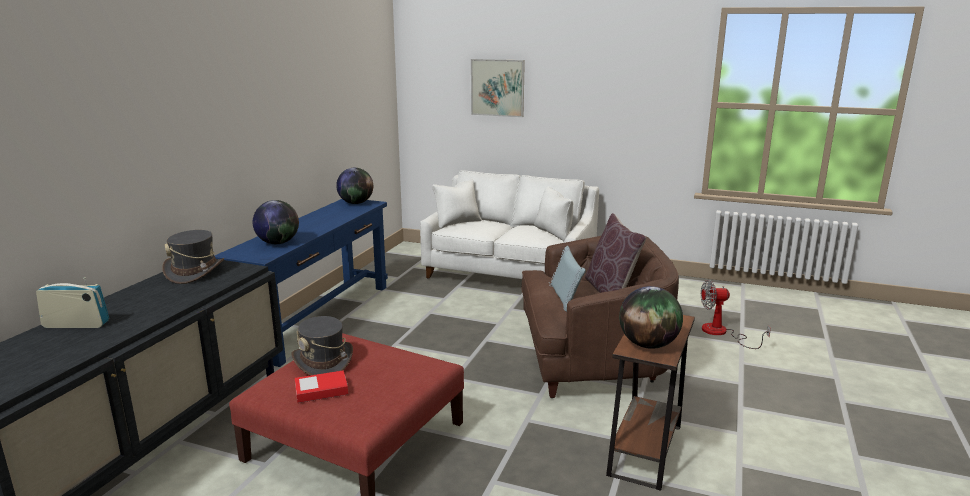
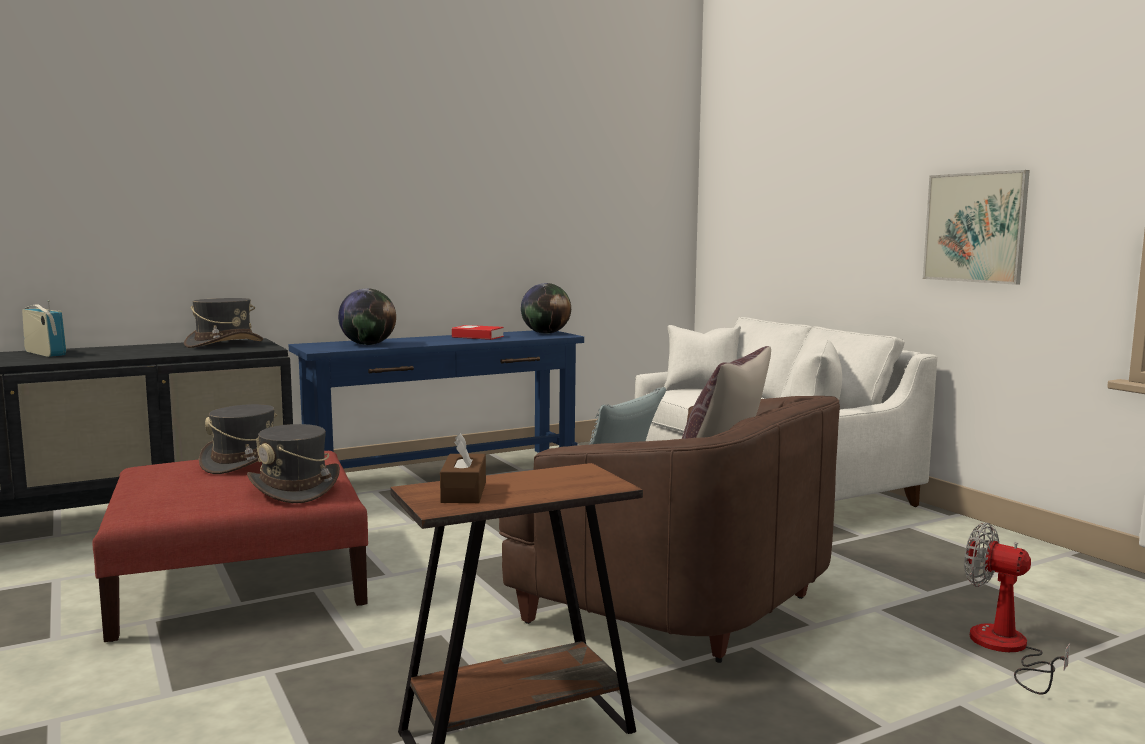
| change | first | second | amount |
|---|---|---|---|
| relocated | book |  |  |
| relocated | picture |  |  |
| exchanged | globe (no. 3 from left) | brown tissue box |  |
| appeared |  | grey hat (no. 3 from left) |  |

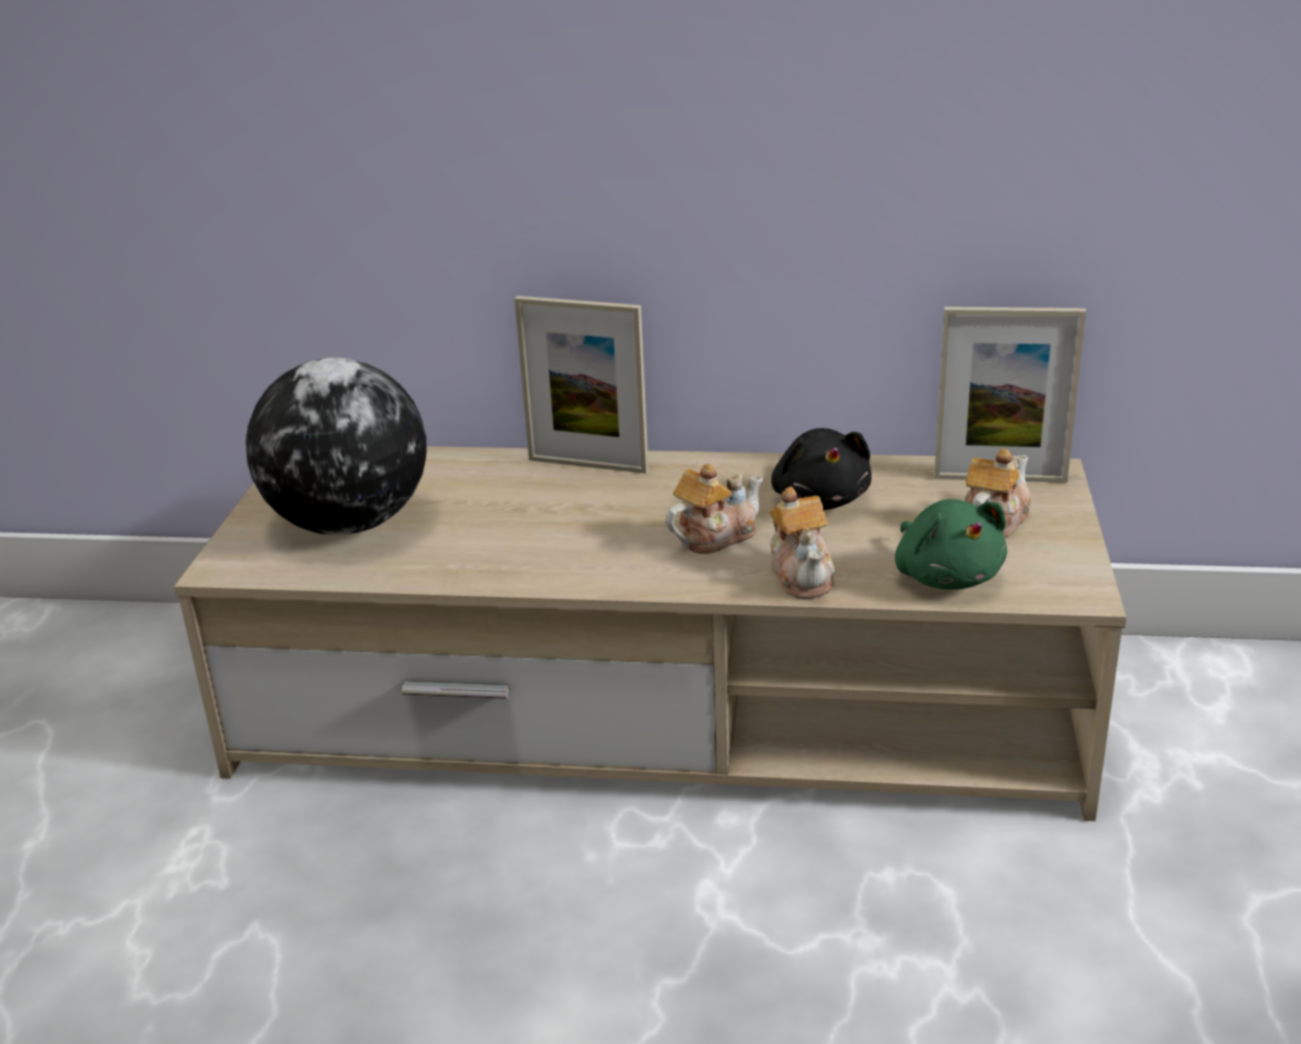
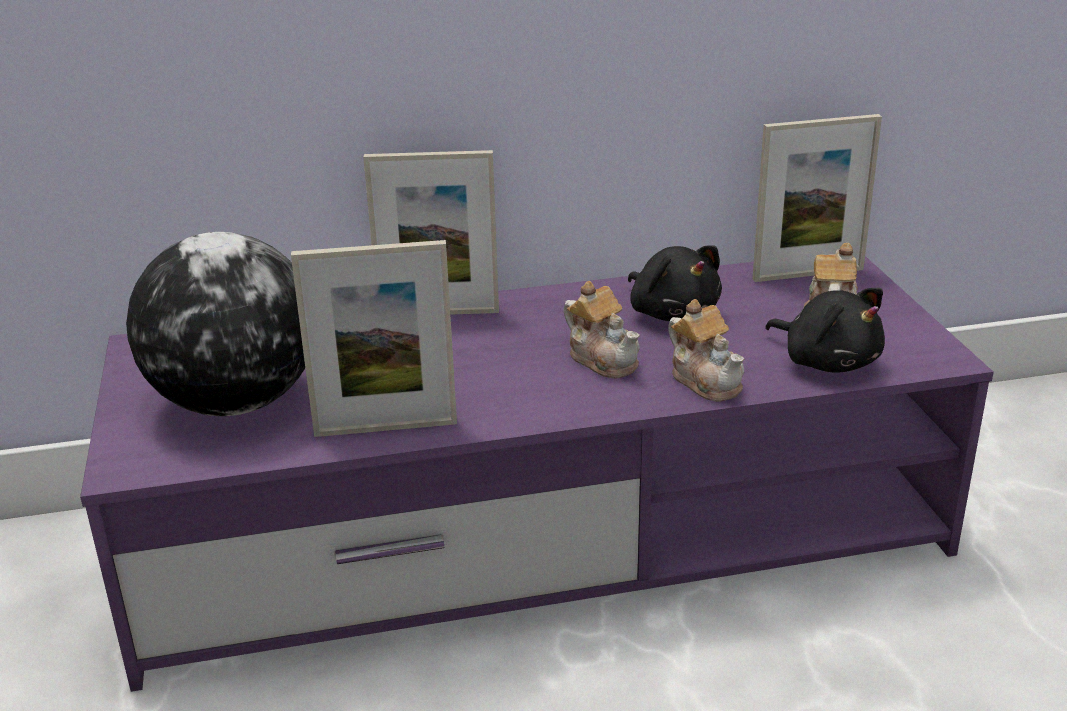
| change | first | second | amount |
|---|---|---|---|
| colour | beige tv stand | purple tv stand |  |
| spun | teapot (no. 1 from left) |  | 105 degrees clockwise |
| colour | green plush toy | black plush toy (no. 2 from left) |  |
| appeared |  | picture frame (no. 1 from left) |  |

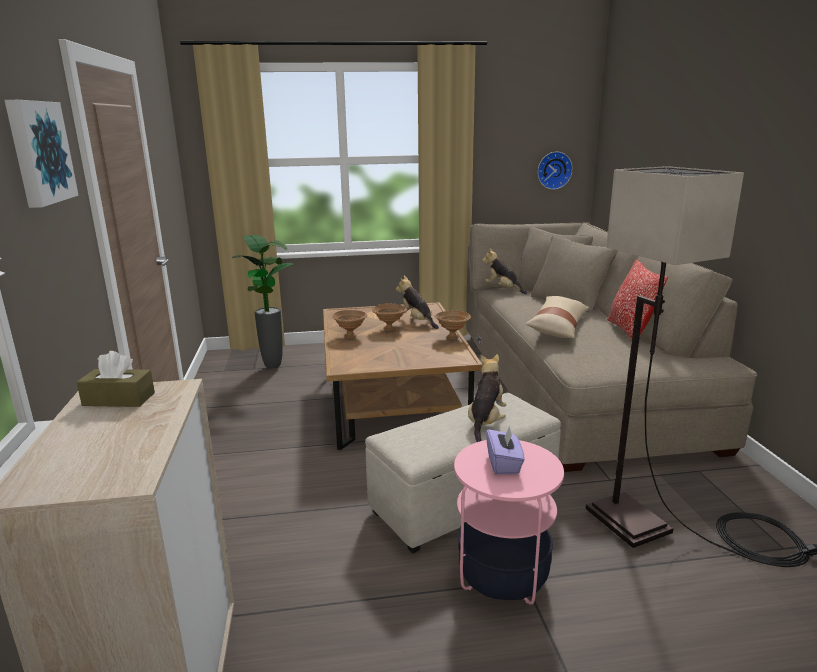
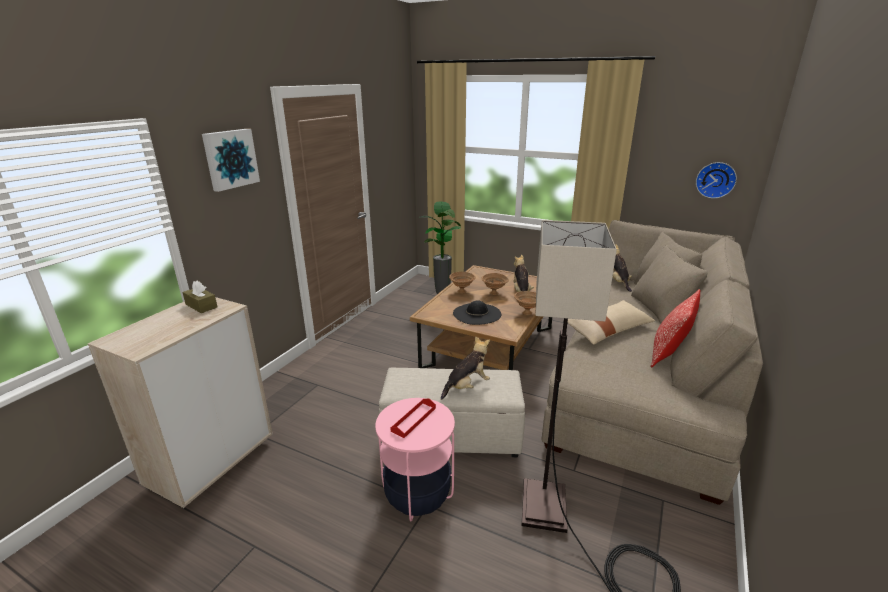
| change | first | second | amount |
|---|---|---|---|
| exchanged | purple tissue box | red tray |  |
| appeared |  | black hat |  |

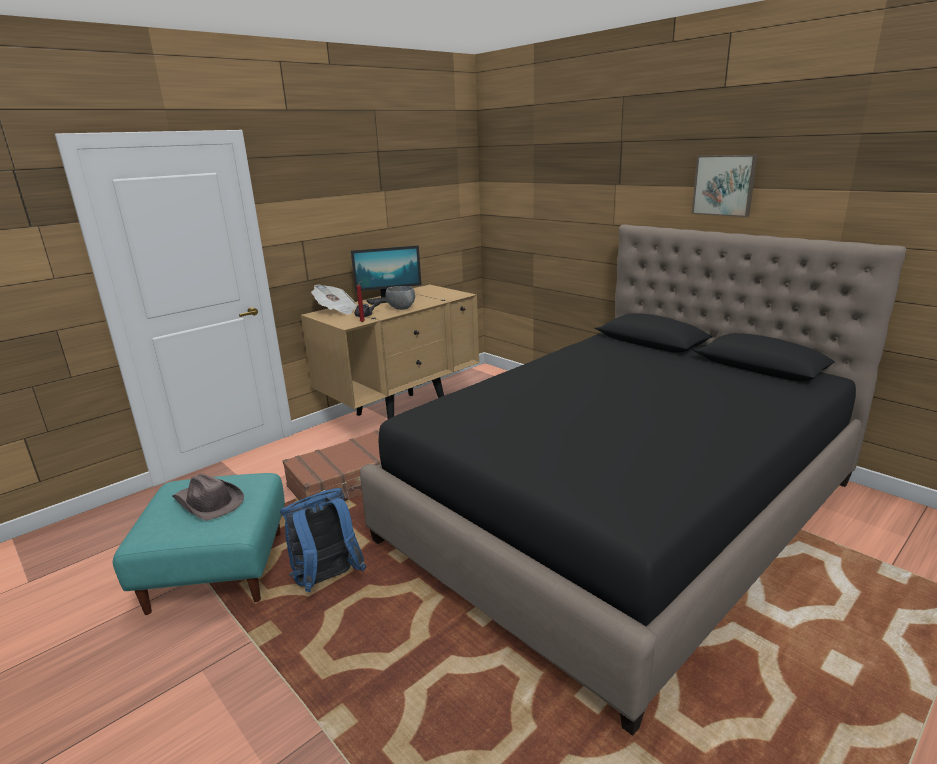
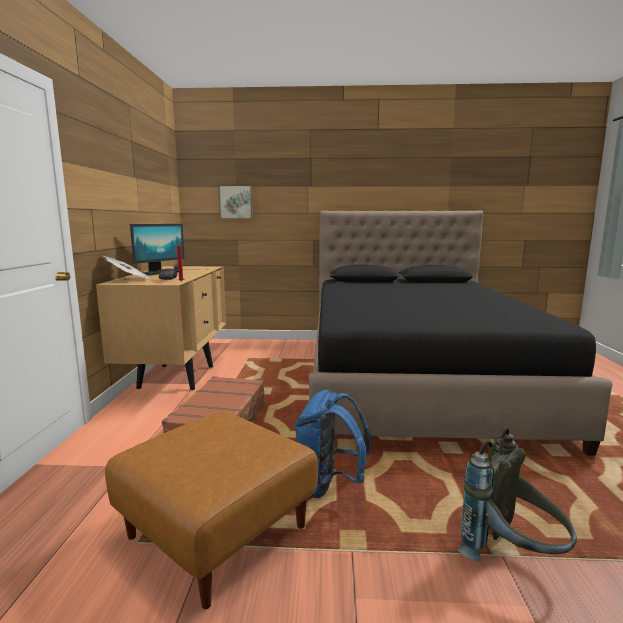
| change | first | second | amount |
|---|---|---|---|
| colour | turquoise ottoman | brown ottoman |  |
| missing | brown hat |  |  |
| missing | grey bowl |  |  |
| relocated | picture |  |  |
| appeared |  | grey backpack |  |

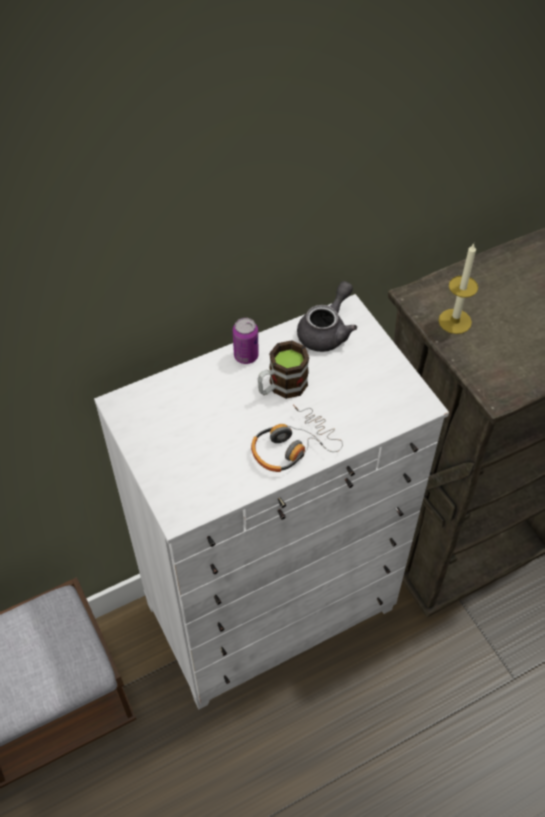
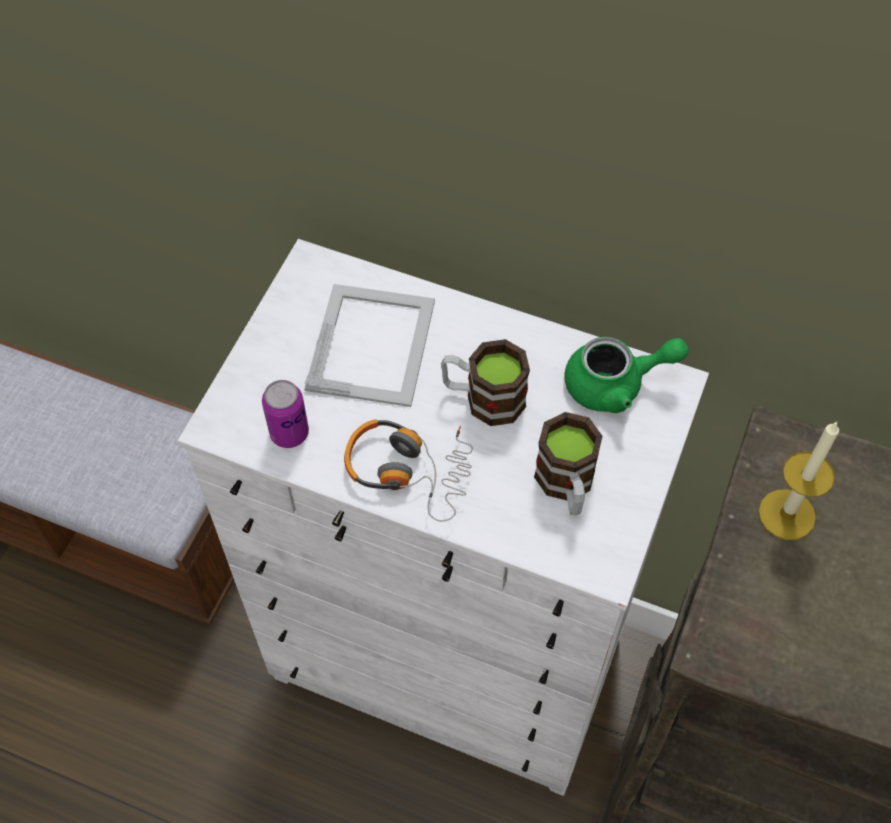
| change | first | second | amount |
|---|---|---|---|
| relocated | can |  |  |
| colour | grey teapot | green teapot |  |
| appeared |  | picture frame |  |
| appeared |  | mug (no. 2 from left) |  |

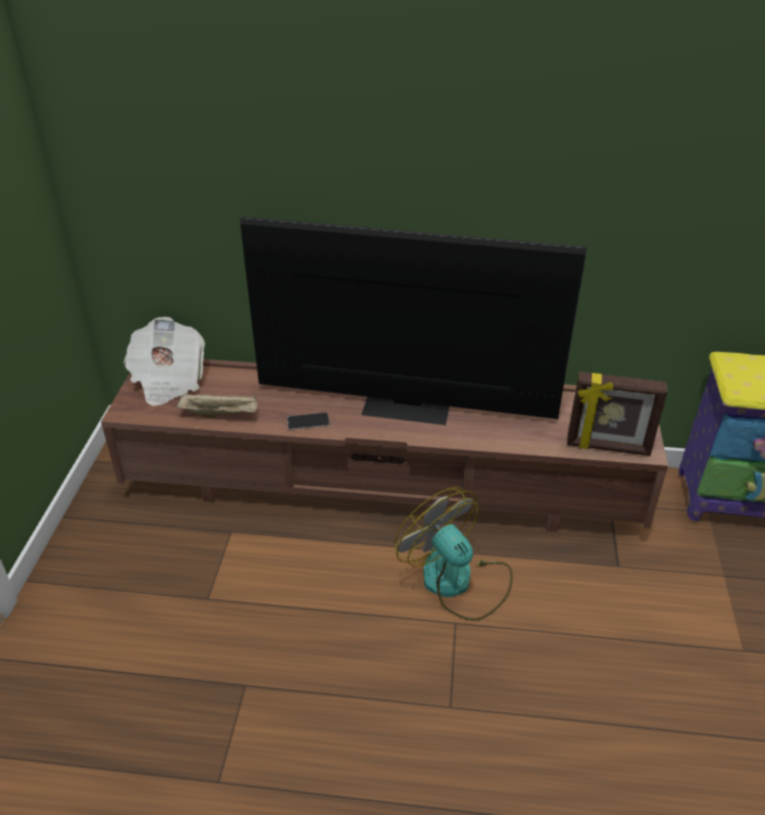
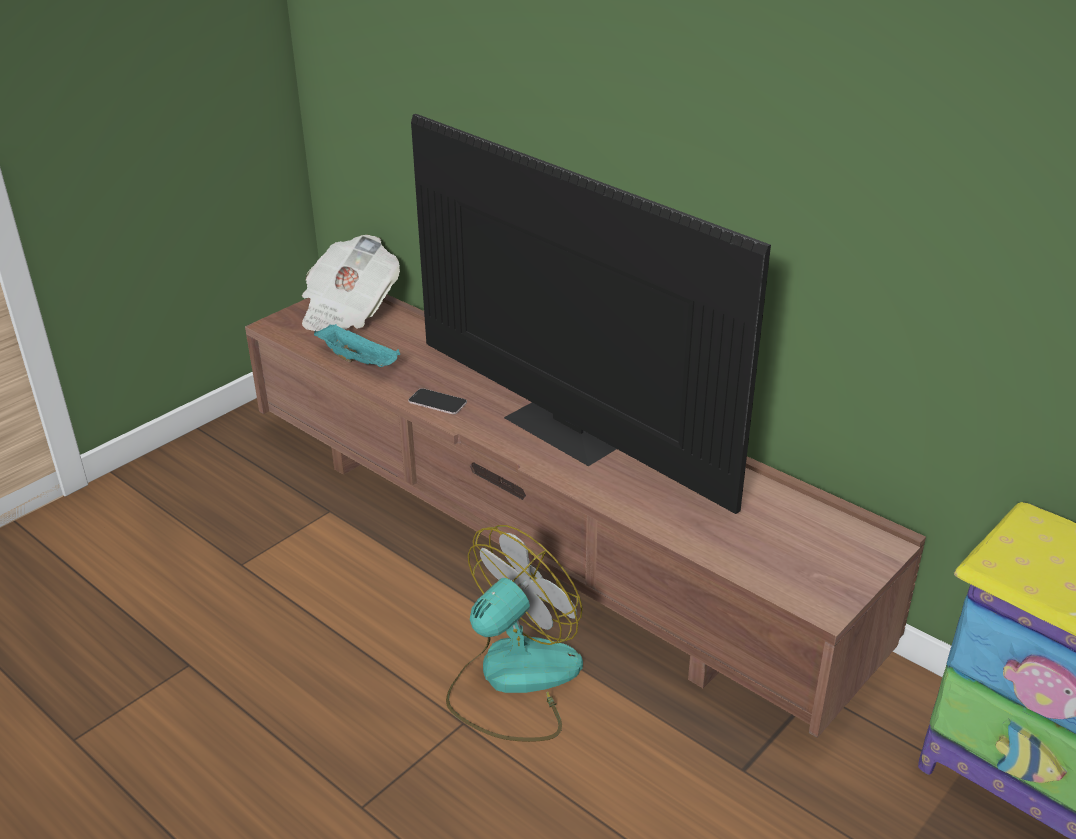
| change | first | second | amount |
|---|---|---|---|
| colour | beige tray | turquoise tray |  |
| spun | fan |  | 45 degrees clockwise |
| missing | picture frame |  |  |

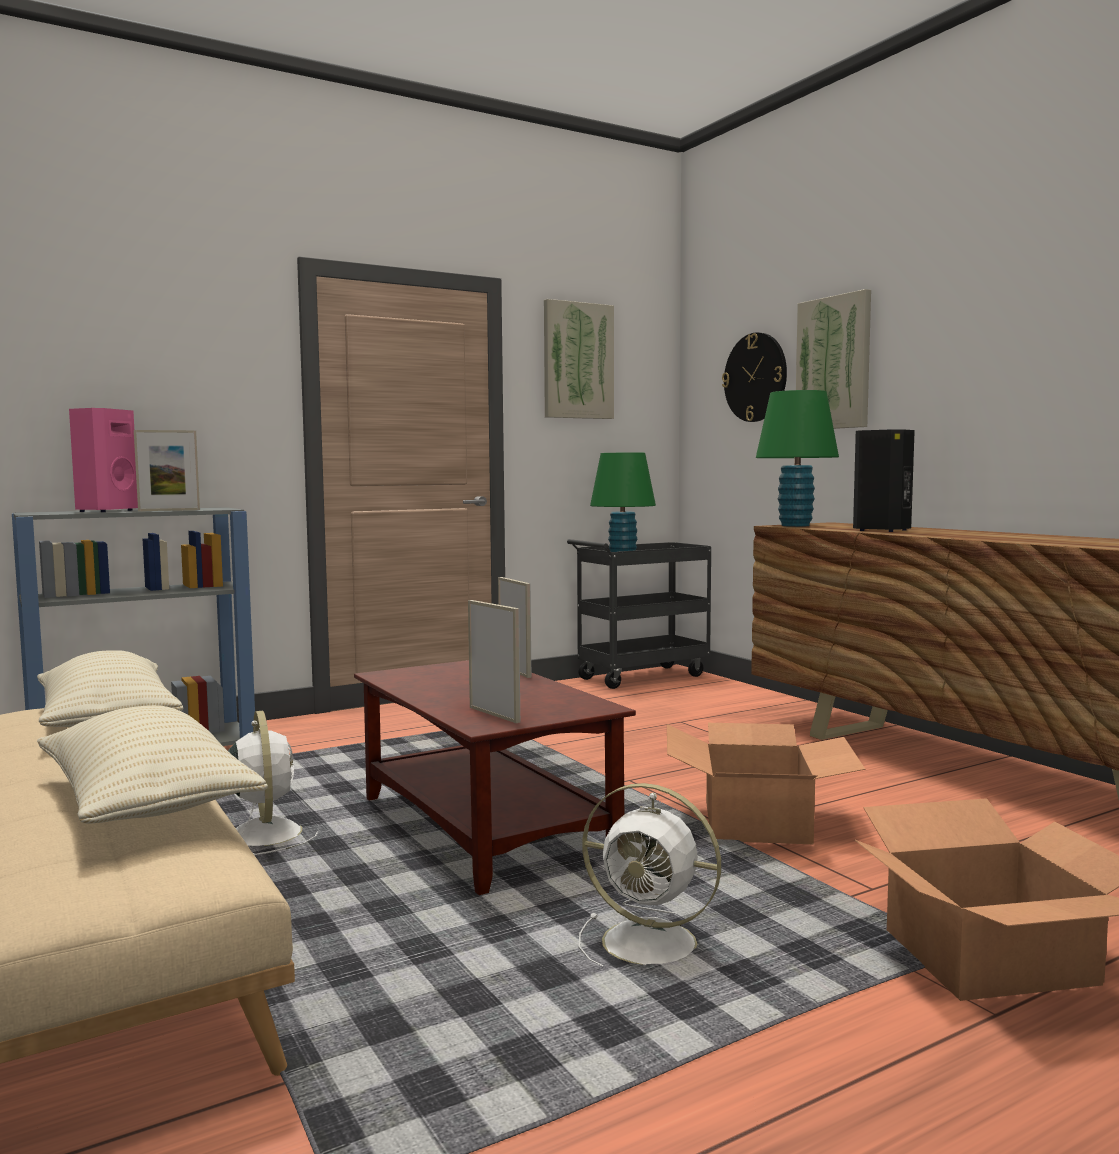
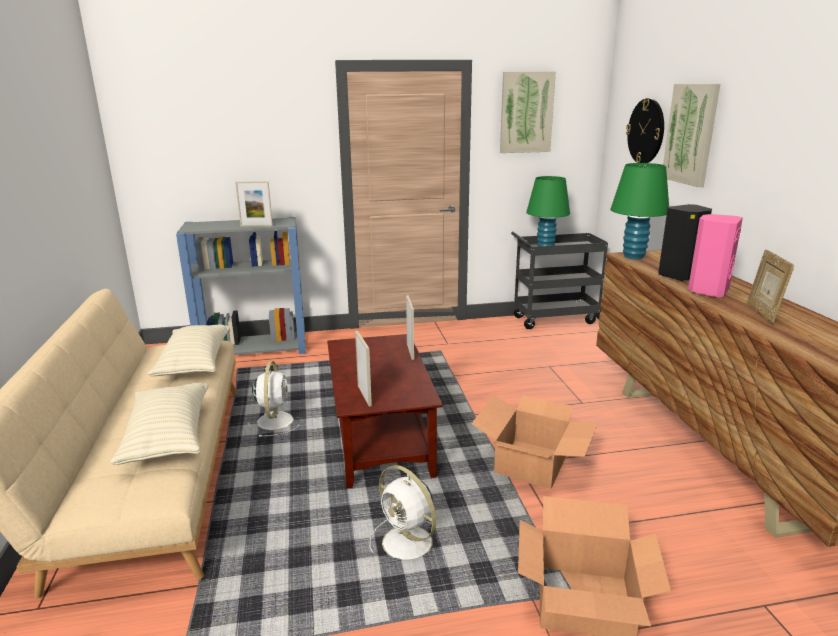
| change | first | second | amount |
|---|---|---|---|
| relocated | pink speaker |  |  |
| appeared |  | picture frame (no. 4 from left) |  |

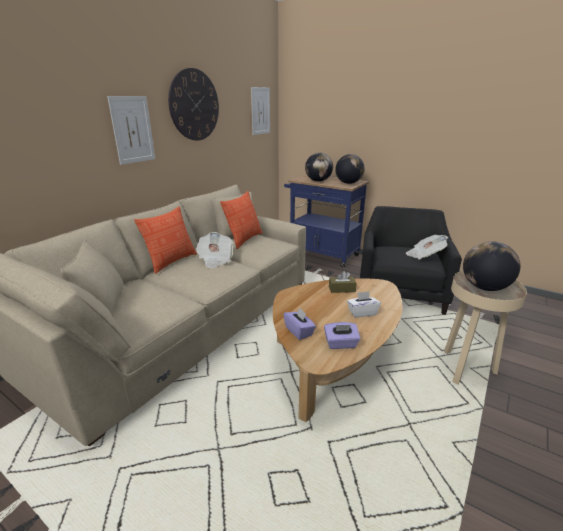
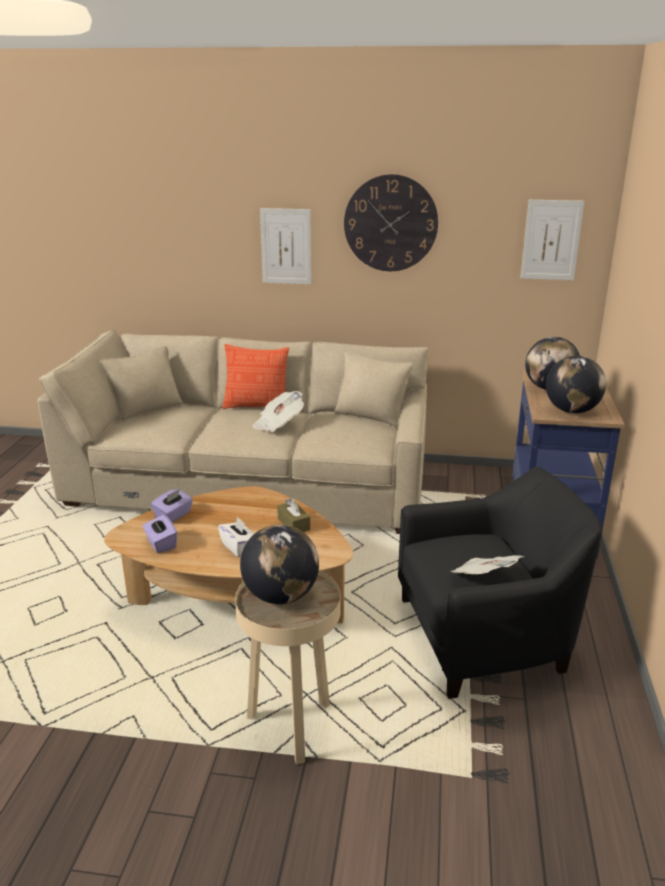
| change | first | second | amount |
|---|---|---|---|
| missing | orange pillow (no. 2 from left) |  |  |

